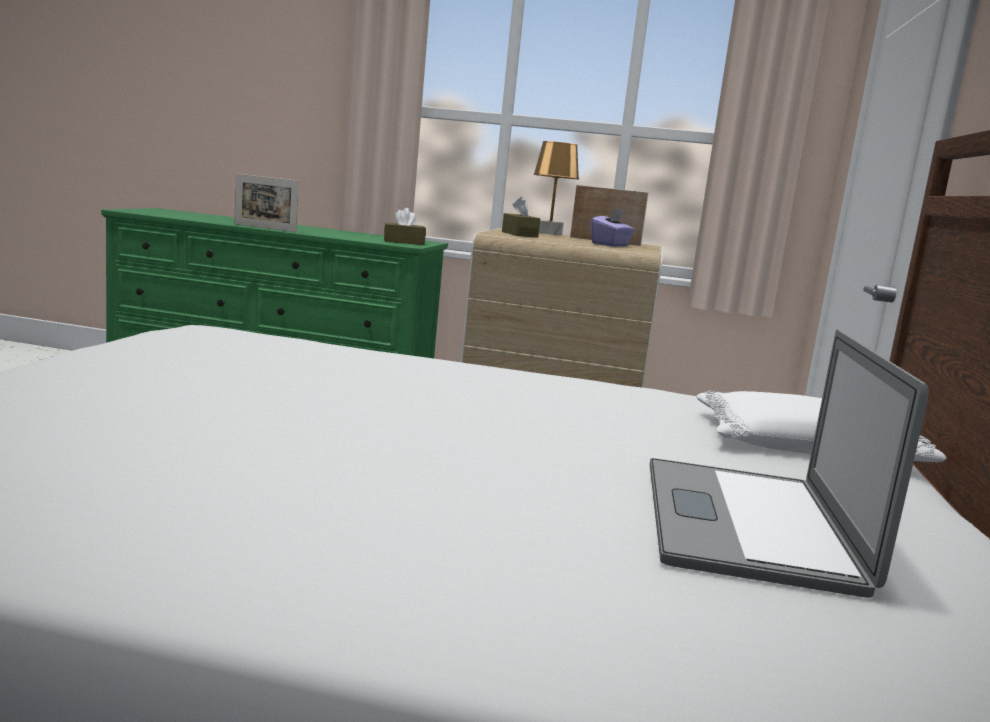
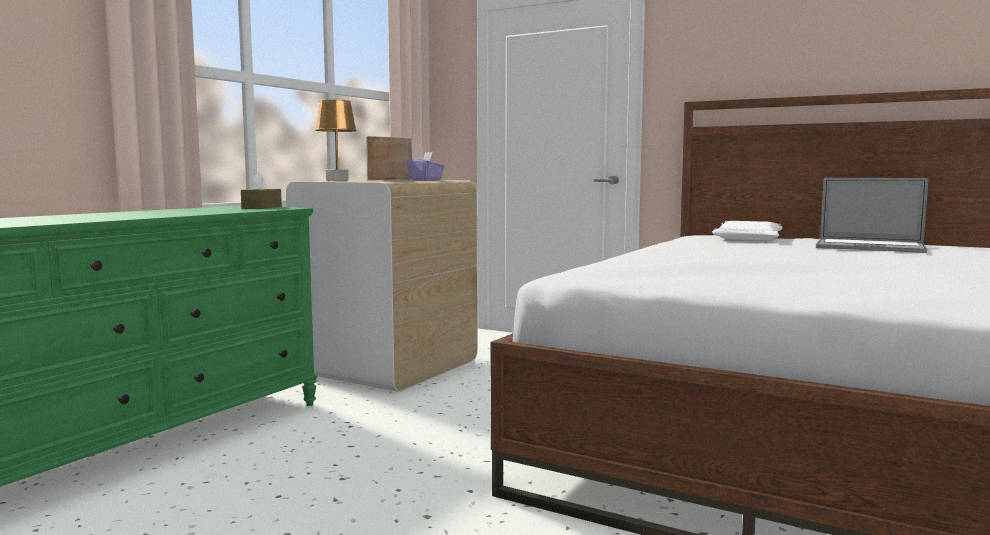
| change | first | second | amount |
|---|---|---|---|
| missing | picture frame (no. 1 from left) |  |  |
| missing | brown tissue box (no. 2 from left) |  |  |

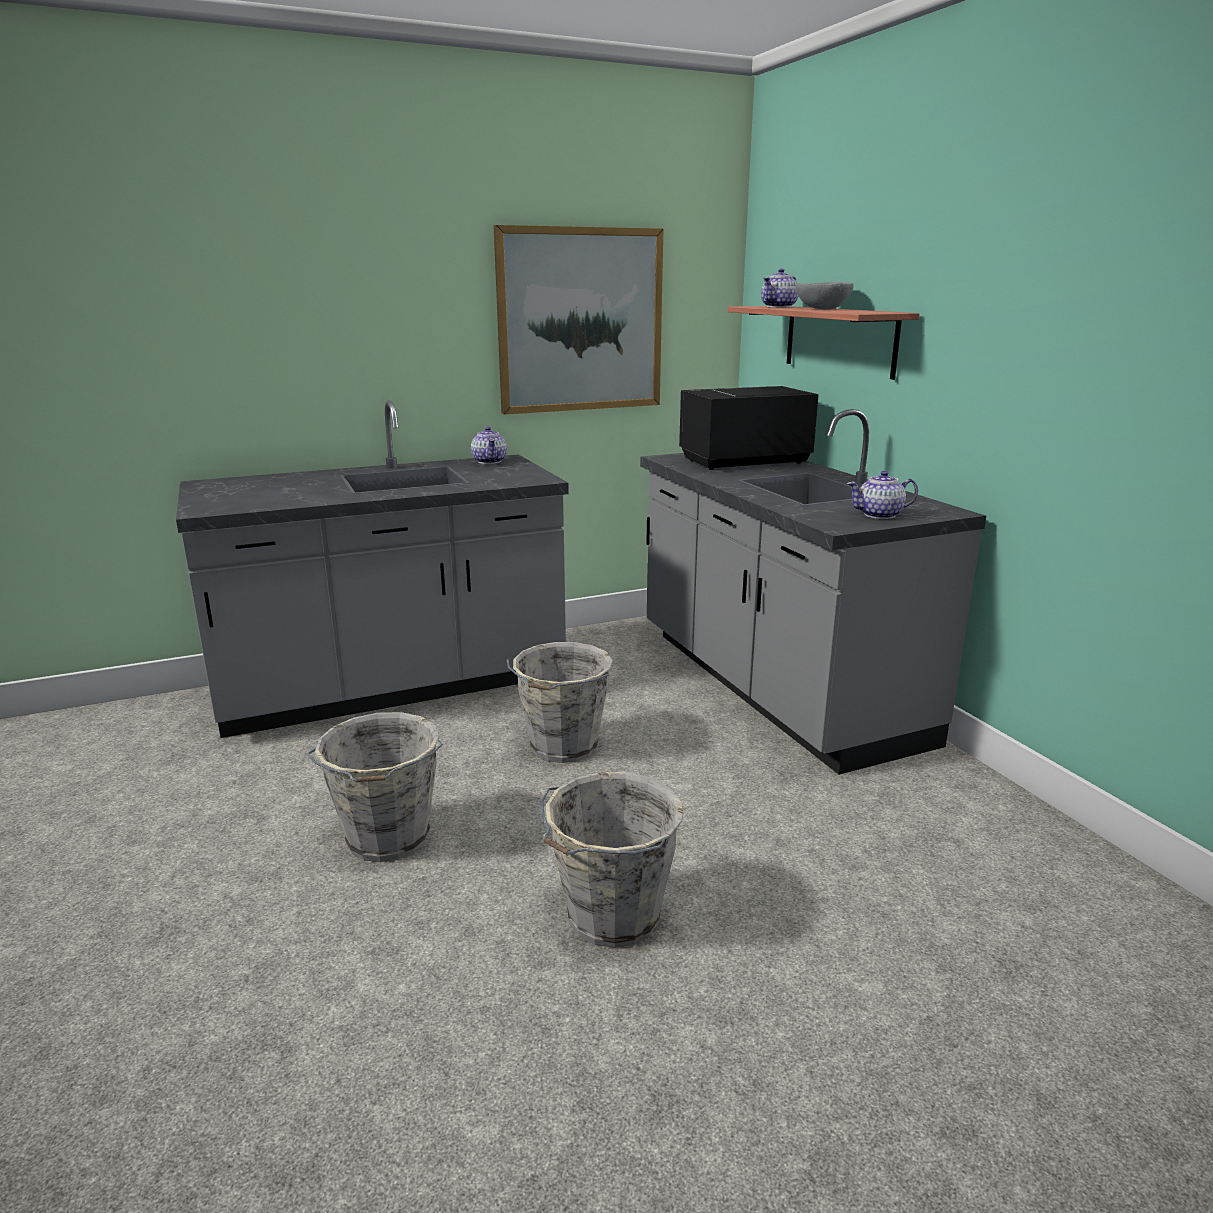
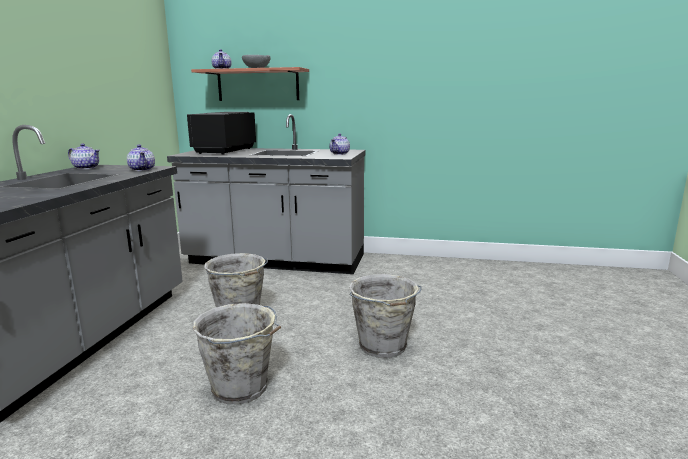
| change | first | second | amount |
|---|---|---|---|
| missing | picture |  |  |
| appeared |  | teapot (no. 2 from left) |  |

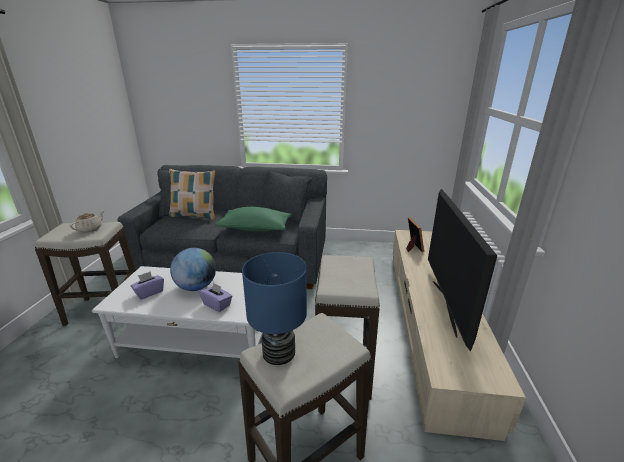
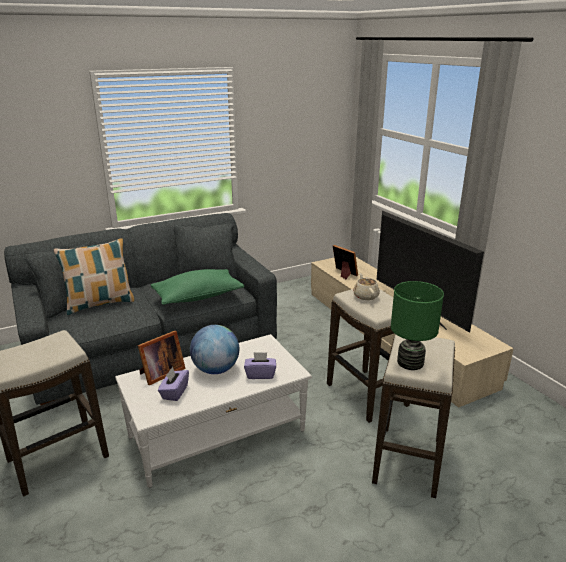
| change | first | second | amount |
|---|---|---|---|
| relocated | beige teapot |  |  |
| colour | blue table lamp | green table lamp |  |
| appeared |  | picture frame (no. 1 from left) |  |

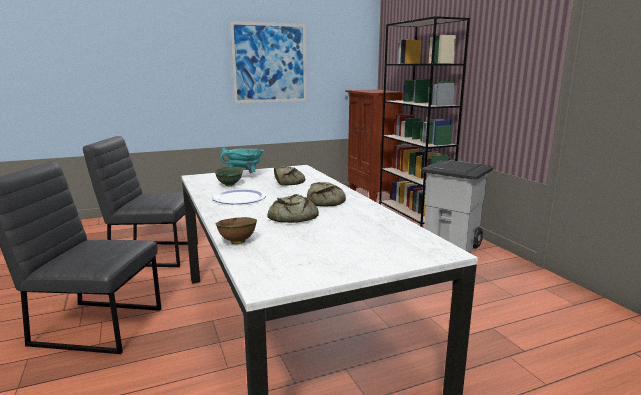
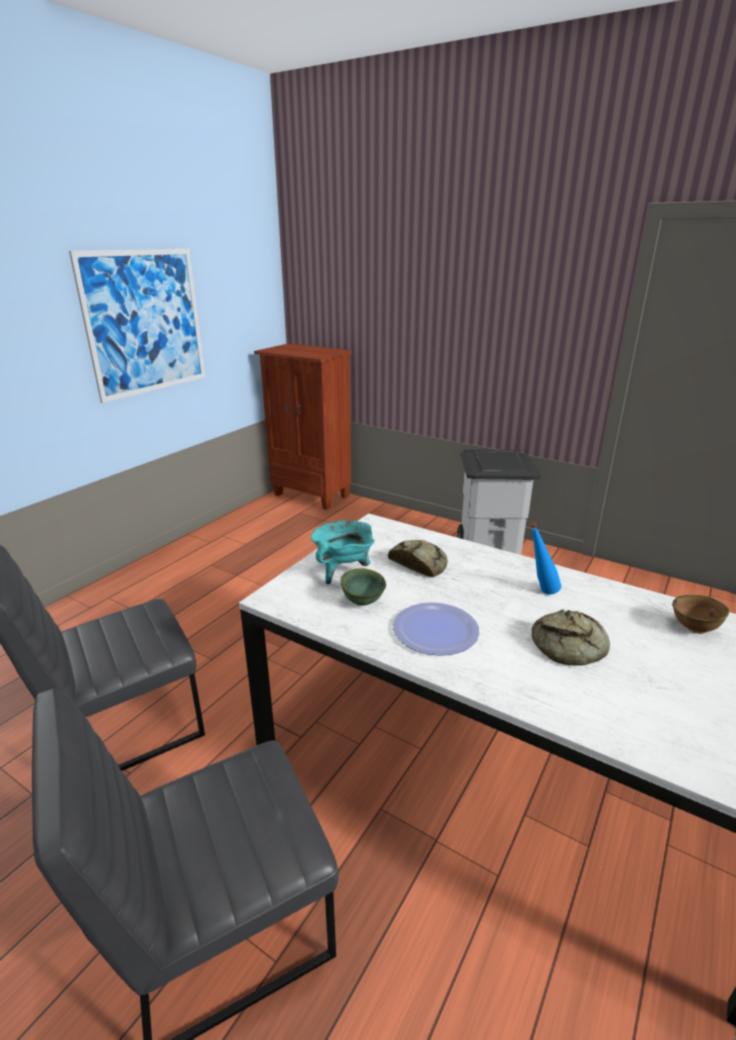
| change | first | second | amount |
|---|---|---|---|
| relocated | brown bowl |  |  |
| exchanged | bread (no. 3 from left) | blue bottle |  |
| missing | beige bookcase |  |  |

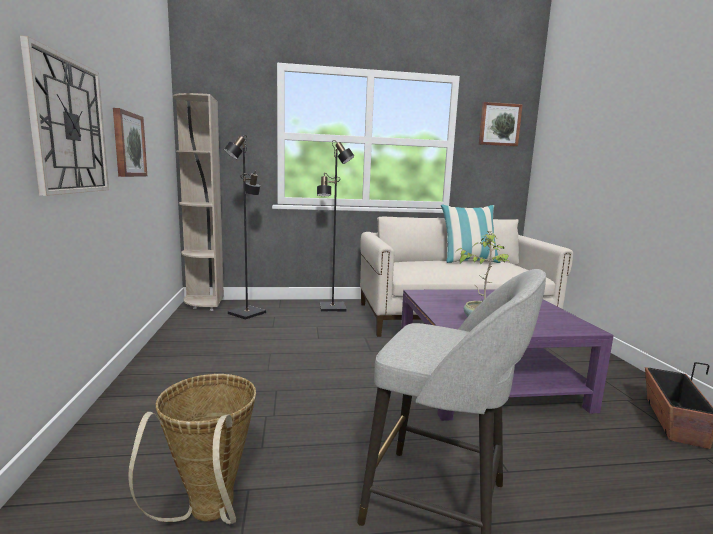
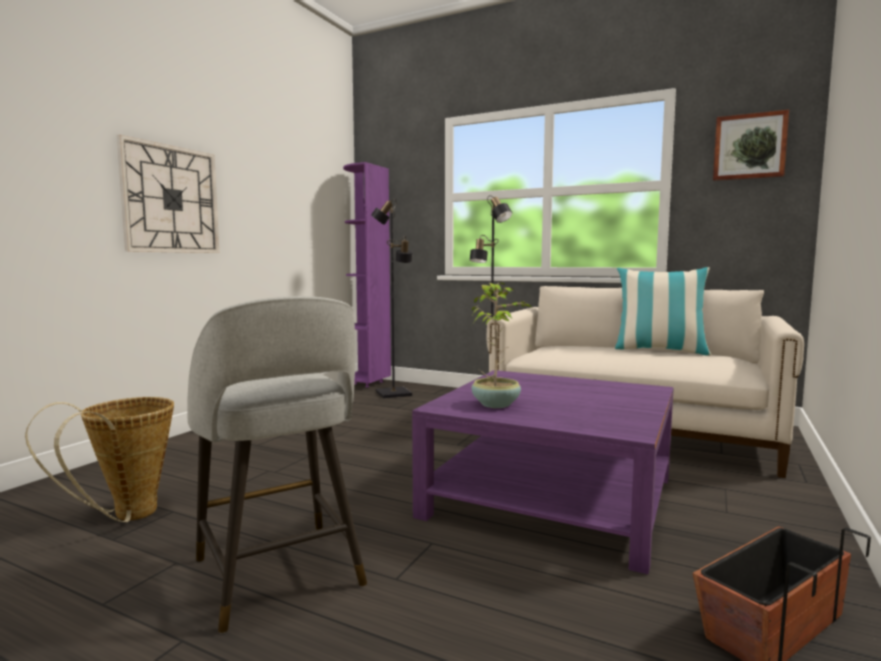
| change | first | second | amount |
|---|---|---|---|
| missing | picture (no. 1 from left) |  |  |
| colour | beige bookcase | purple bookcase |  |

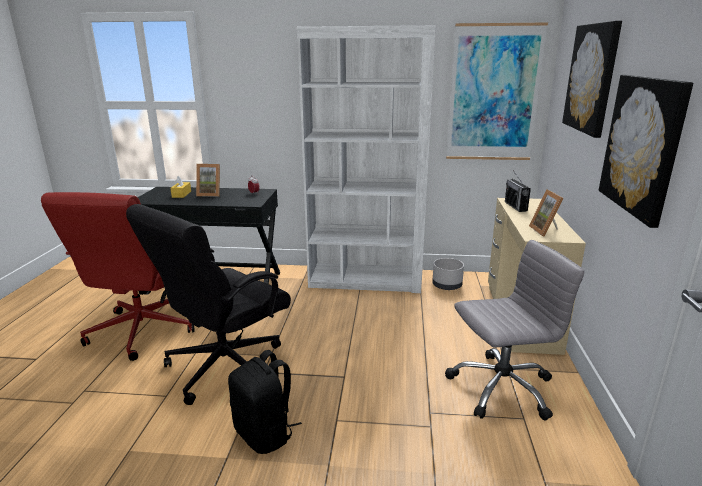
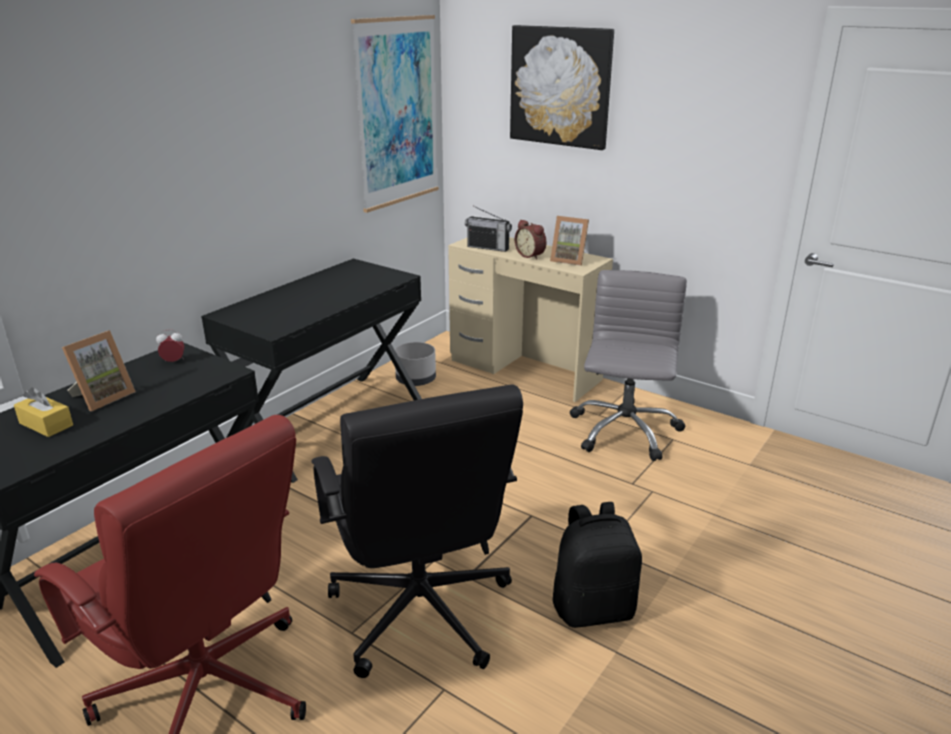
| change | first | second | amount |
|---|---|---|---|
| exchanged | white bookcase | black desk (no. 2 from left) |  |
| missing | picture (no. 3 from left) |  |  |
| appeared |  | alarm clock (no. 2 from left) |  |

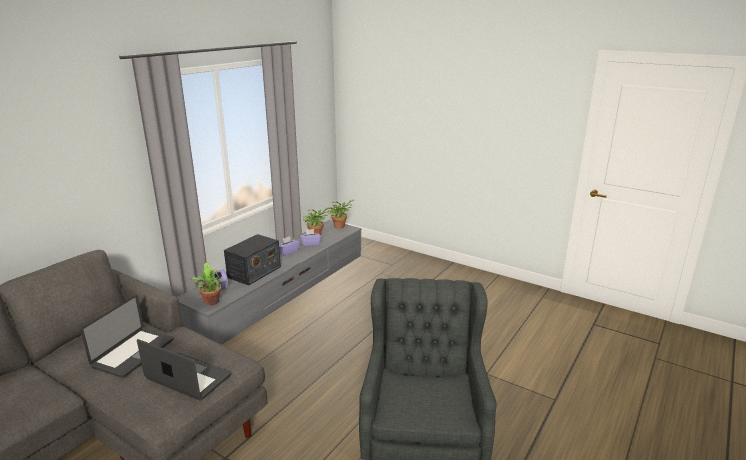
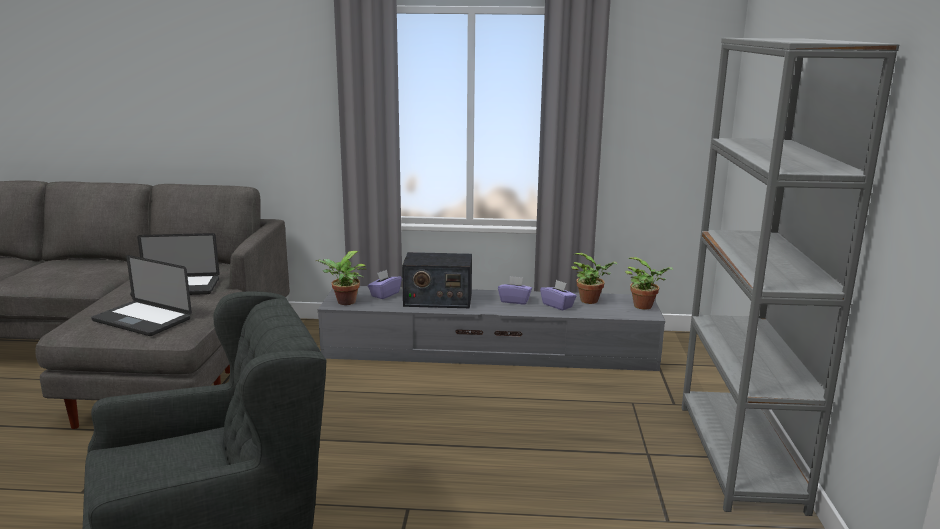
| change | first | second | amount |
|---|---|---|---|
| spun | laptop (no. 2 from left in the first image) | laptop (no. 1 from left) | 120 degrees clockwise |
| appeared |  | grey bookcase |  |

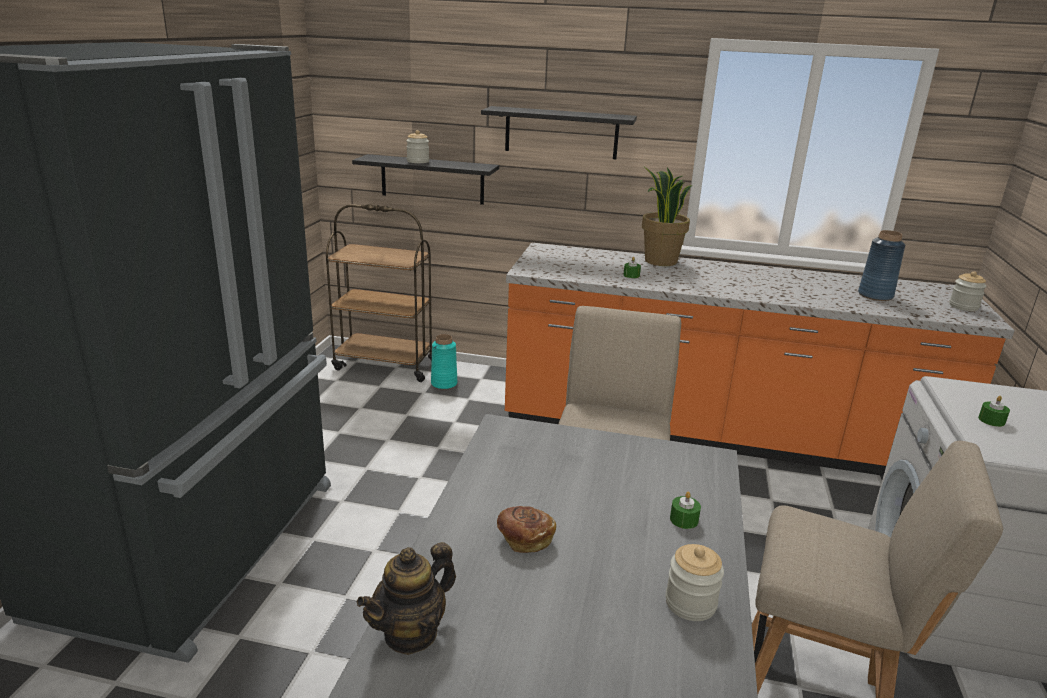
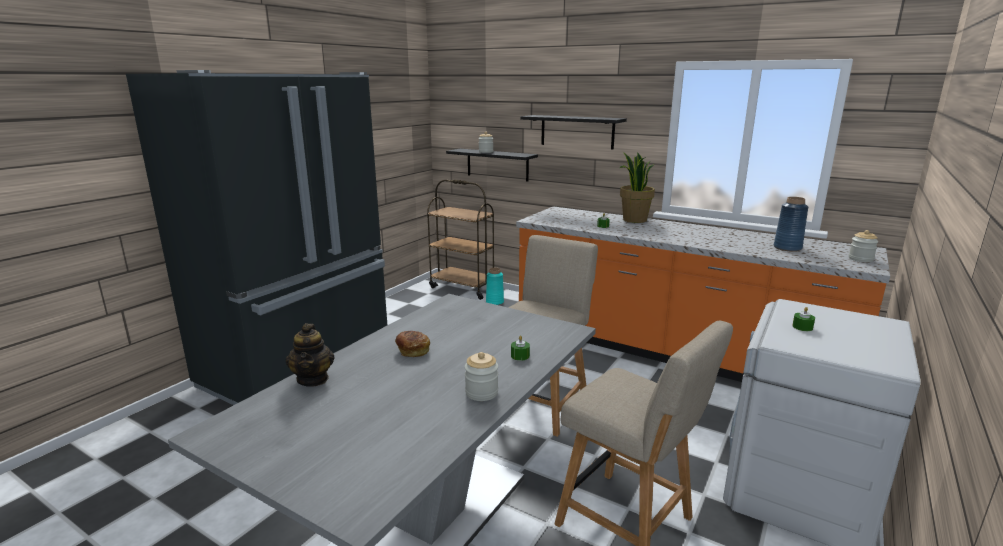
| change | first | second | amount |
|---|---|---|---|
| spun | teapot |  | 75 degrees counterclockwise |

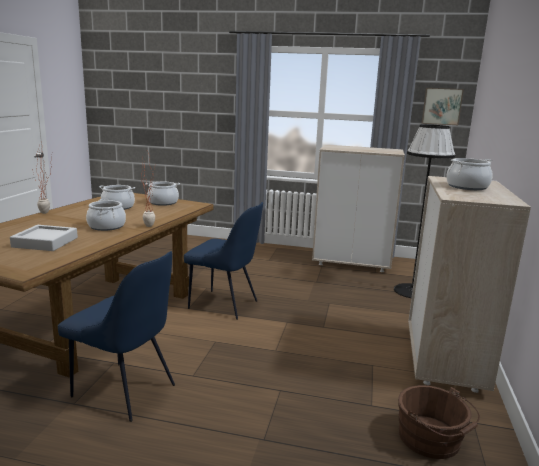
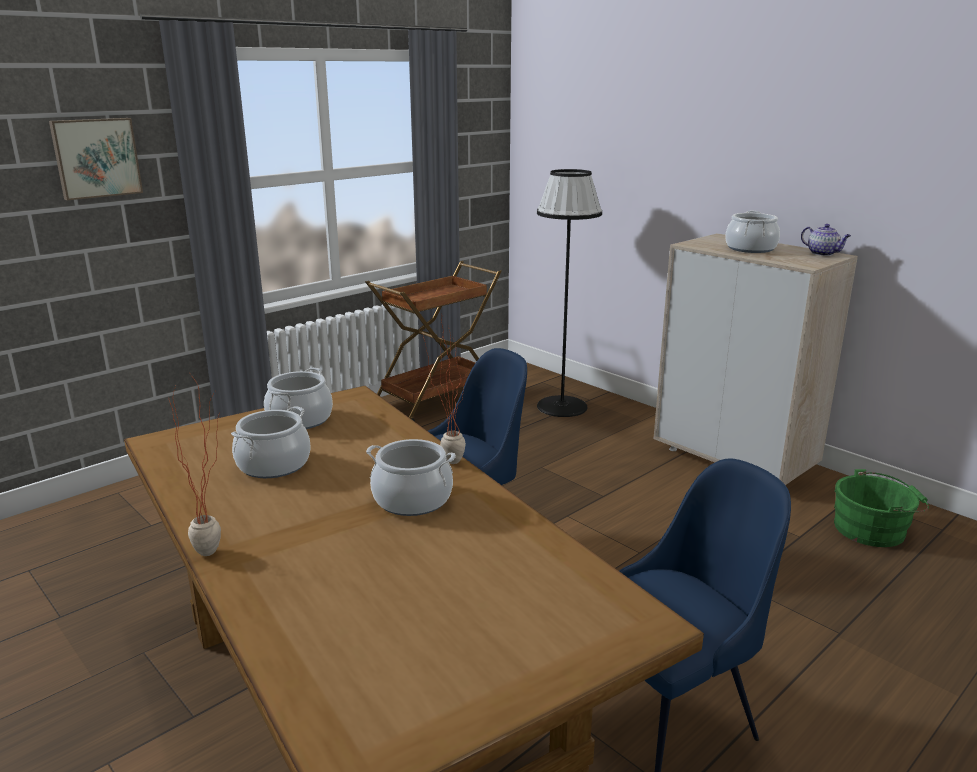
| change | first | second | amount |
|---|---|---|---|
| missing | grey tray |  |  |
| exchanged | beige cabinet (no. 1 from left) | brown cart |  |
| colour | brown bucket | green bucket |  |
| relocated | picture |  |  |
| appeared |  | teapot |  |

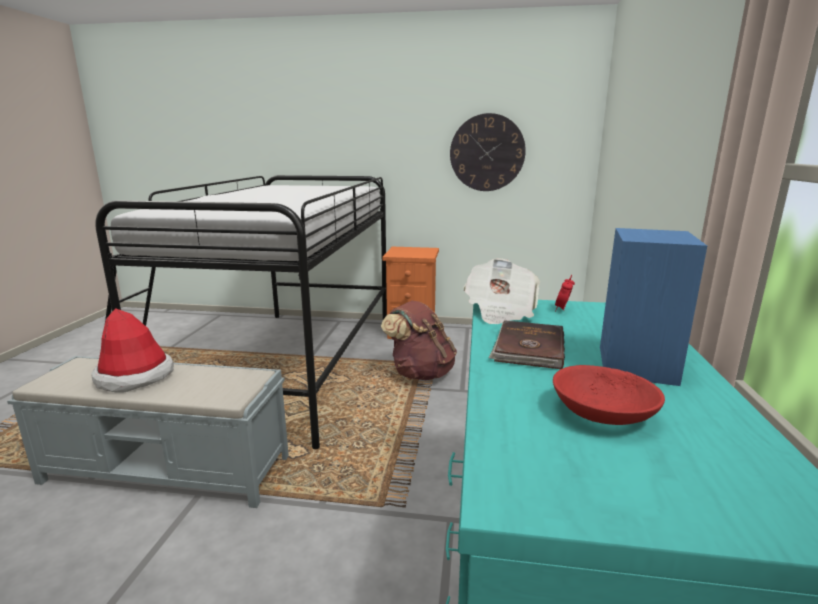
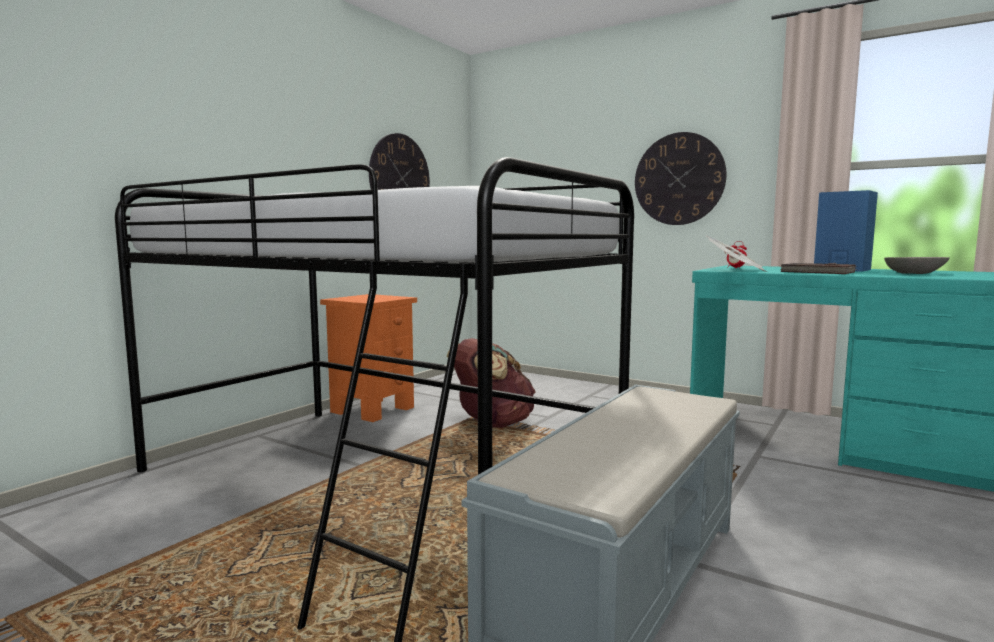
| change | first | second | amount |
|---|---|---|---|
| missing | hat |  |  |
| colour | red bowl | grey bowl |  |
| appeared |  | wall clock (no. 2 from left) |  |

